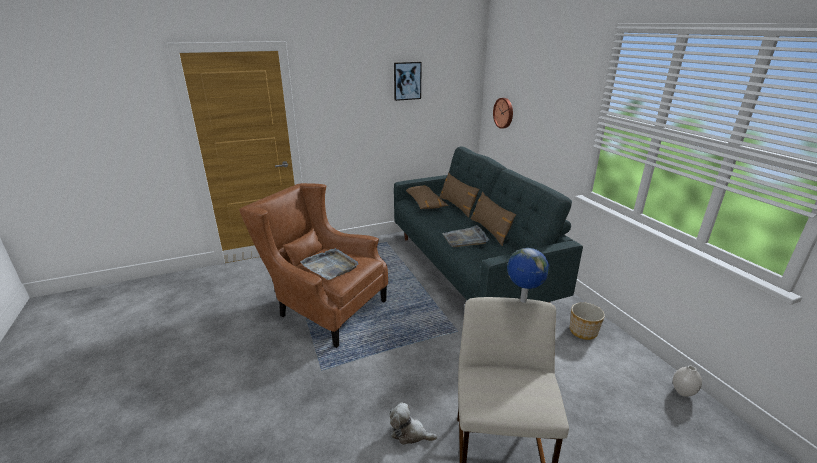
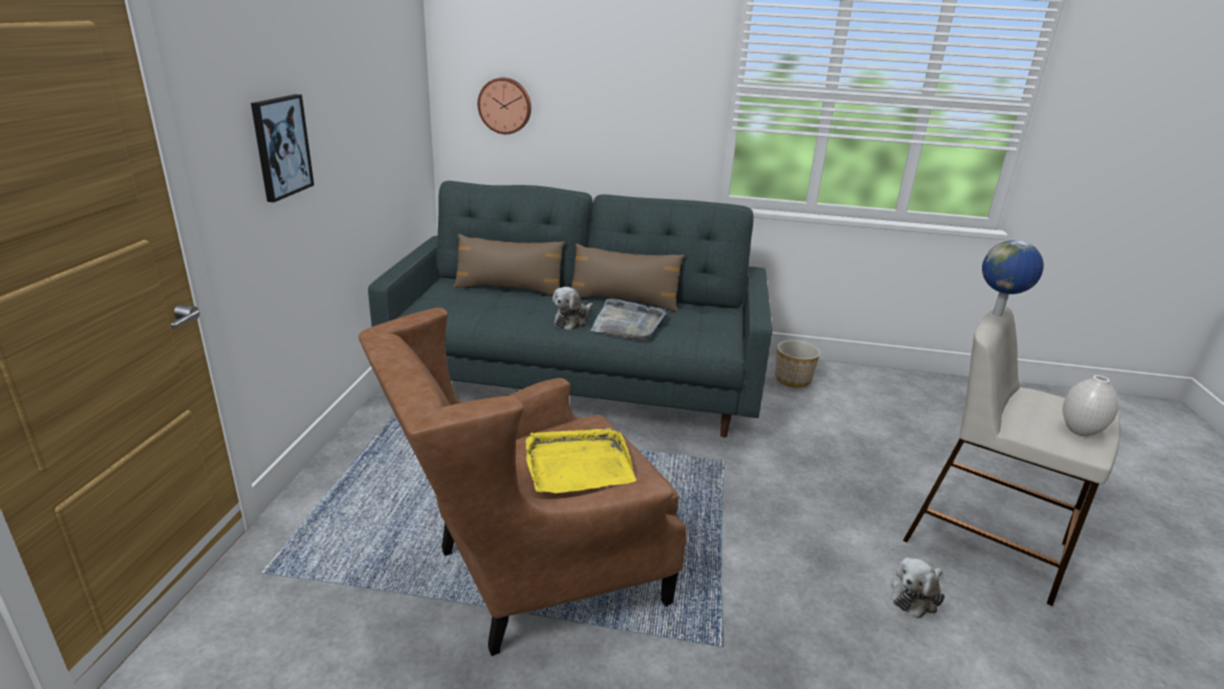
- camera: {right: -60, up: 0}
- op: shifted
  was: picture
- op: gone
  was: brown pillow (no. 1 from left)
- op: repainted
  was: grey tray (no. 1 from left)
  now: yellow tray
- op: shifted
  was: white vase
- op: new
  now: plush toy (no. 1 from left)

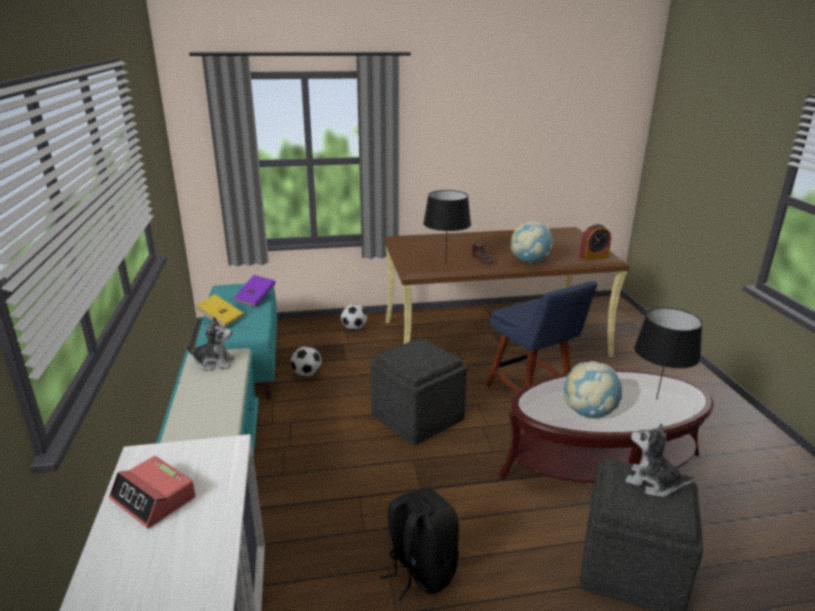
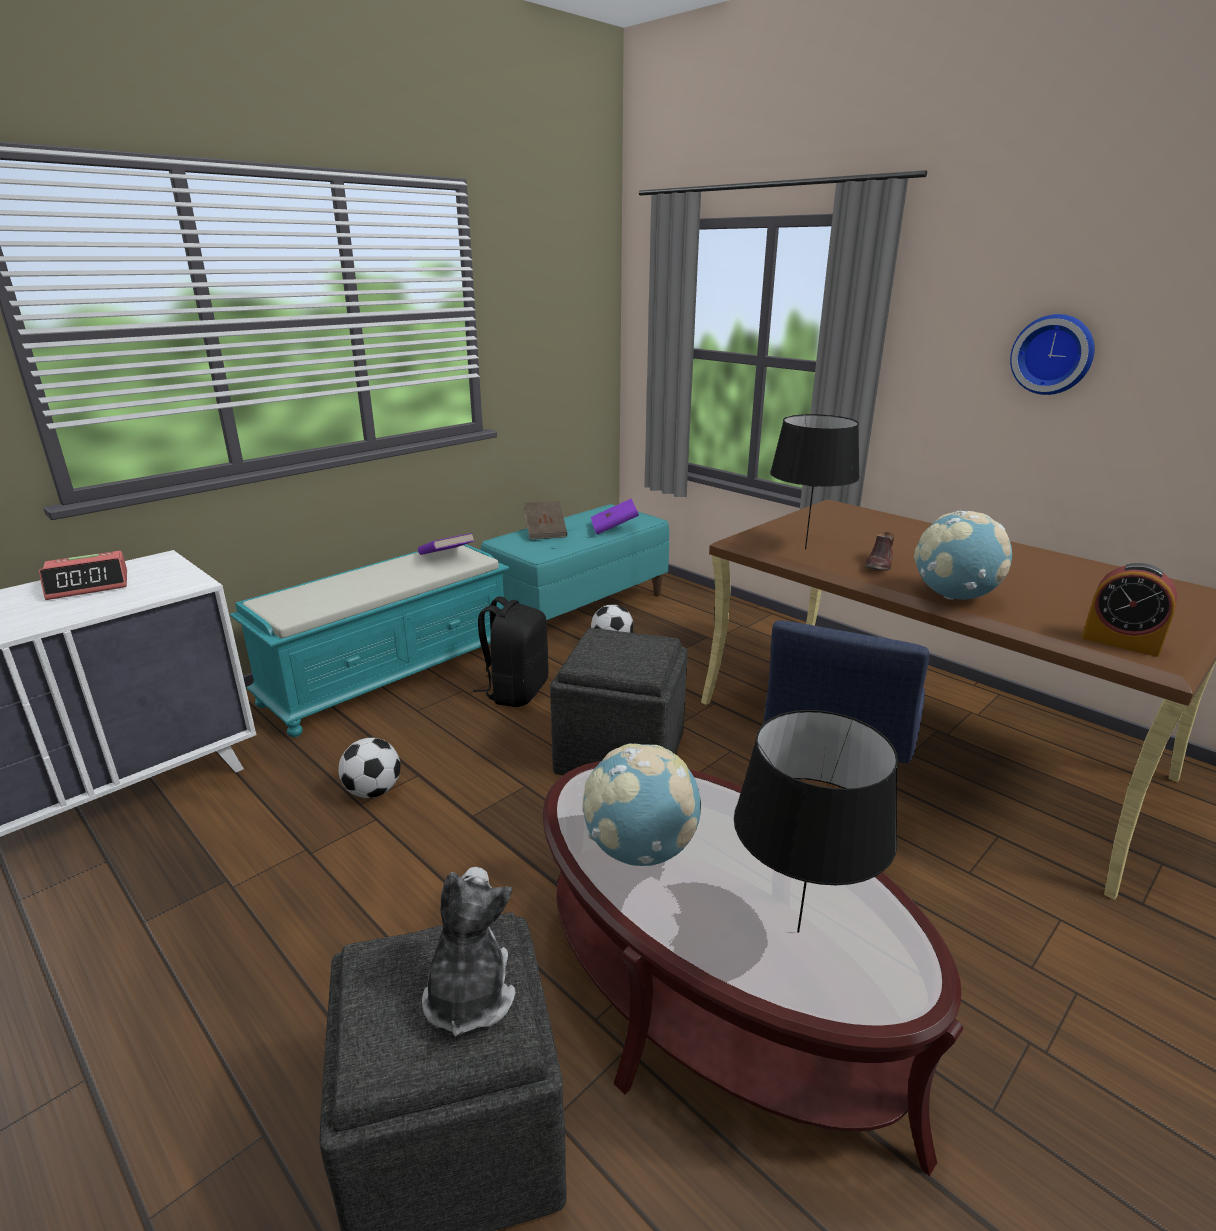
- camera: {right: 55, up: 0}
- op: repainted
  was: yellow book
  now: brown book
- op: shifted
  was: football (no. 2 from left in the first image)
  now: football (no. 1 from left)
- op: swapped
  was: plush toy (no. 1 from left)
  now: purple book (no. 1 from left)
- op: rotated
  was: alarm clock (no. 1 from left)
  clockwise: -120
- op: shifted
  was: black backpack
- op: new
  now: wall clock

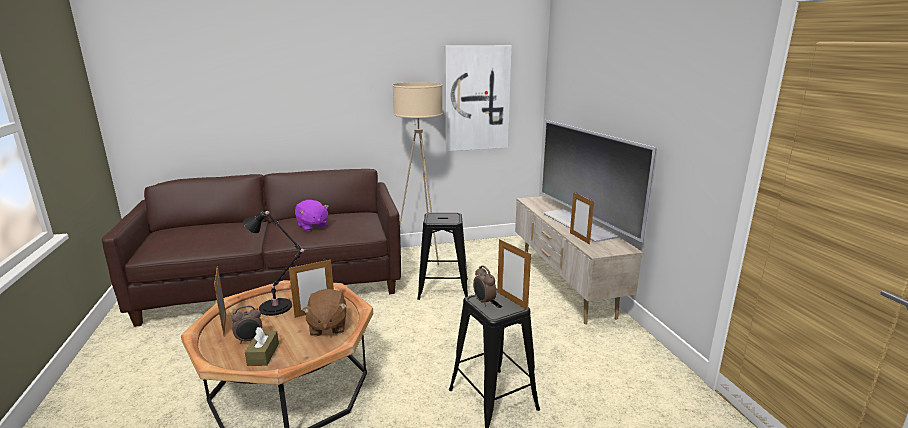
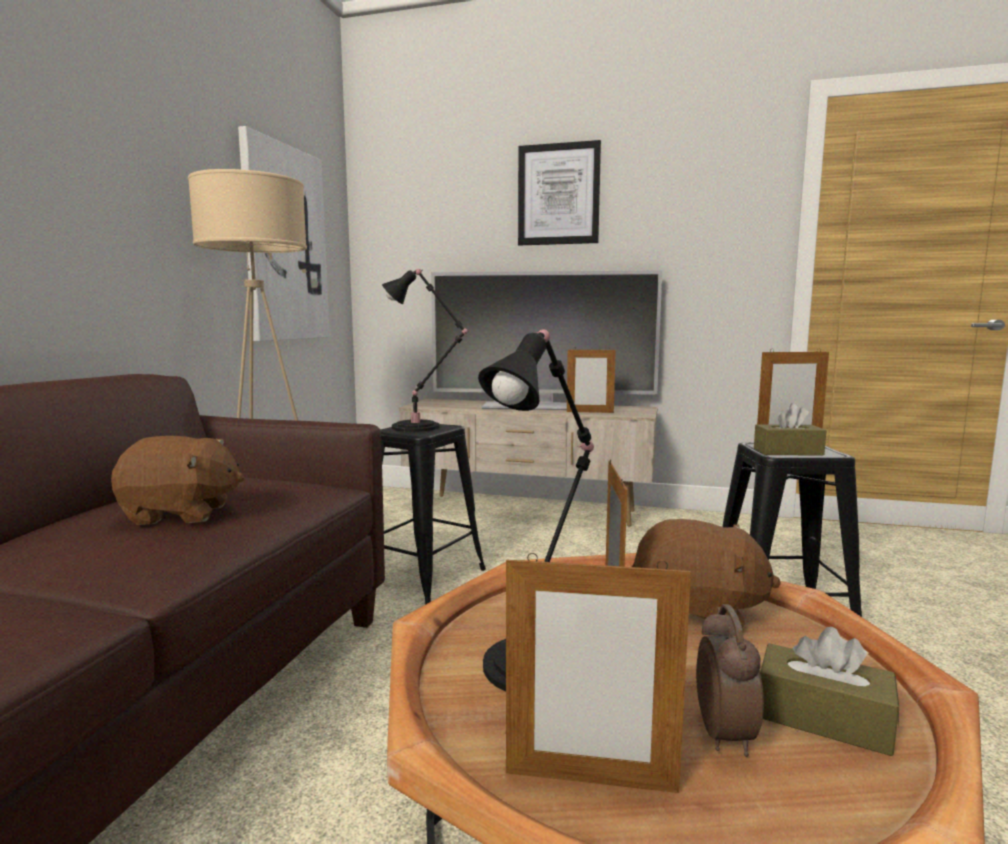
- camera: {right: -60, up: -10}
- op: repainted
  was: purple plush toy
  now: brown plush toy (no. 1 from left)
- op: swapped
  was: alarm clock (no. 2 from left)
  now: brown tissue box (no. 1 from left)
- op: new
  now: picture (no. 2 from left)
- op: new
  now: black table lamp (no. 1 from left)

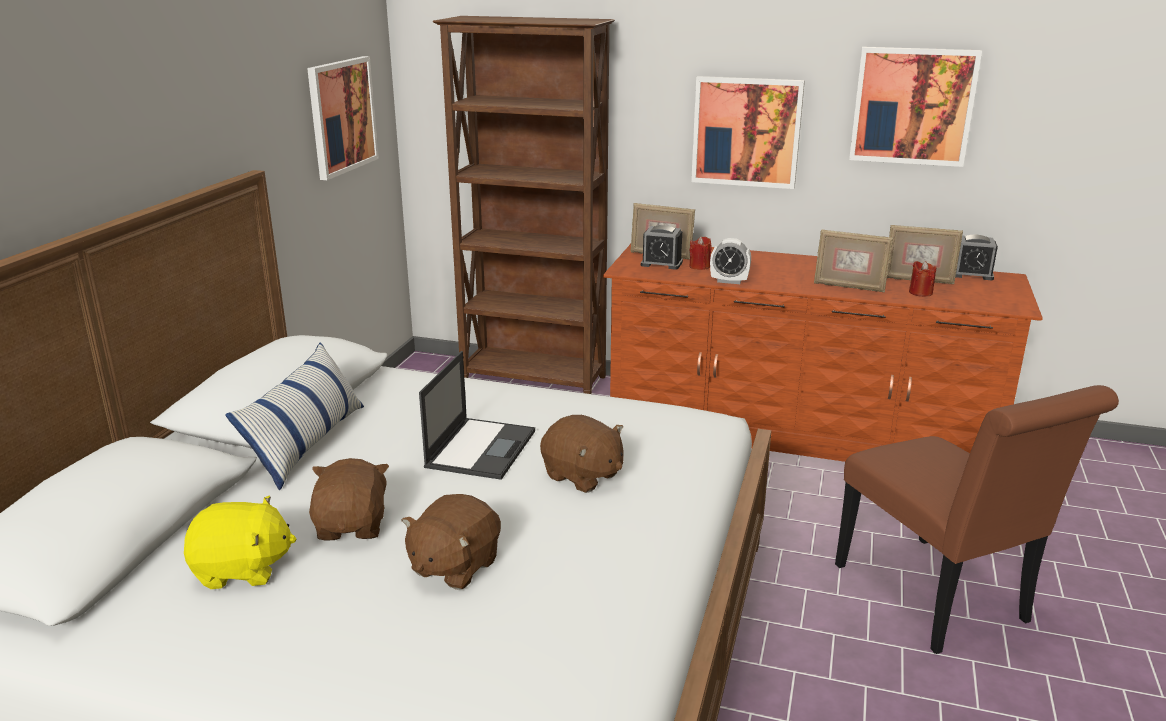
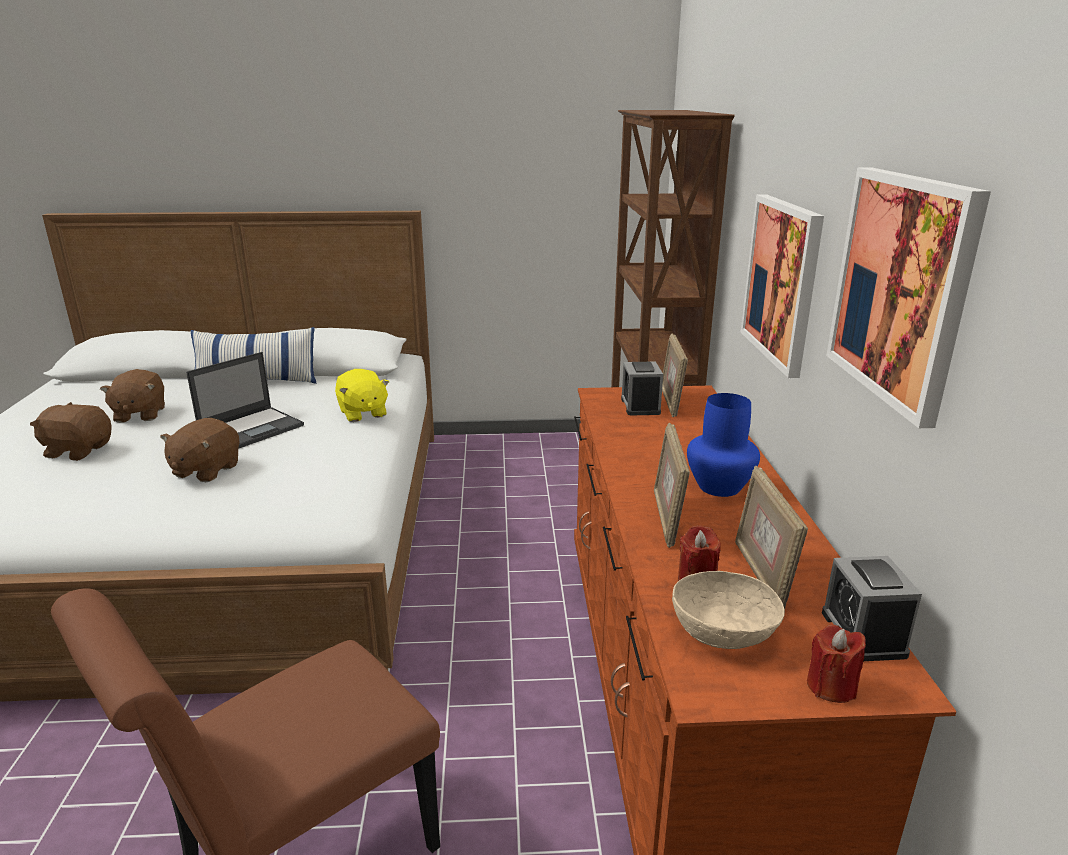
- camera: {right: 70, up: 0}
- op: gone
  was: picture (no. 1 from left)
- op: shifted
  was: red candle (no. 1 from left in the first image)
  now: red candle (no. 2 from left)
- op: gone
  was: alarm clock (no. 2 from left)
- op: rotated
  was: laptop
  clockwise: -45
- op: rotated
  was: brown plush toy (no. 1 from left in the first image)
  clockwise: 105
- op: shifted
  was: yellow plush toy
- op: new
  now: blue vase
- op: new
  now: beige bowl

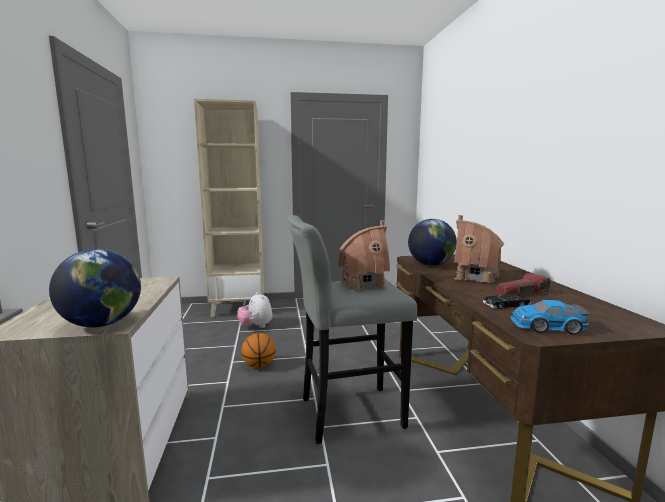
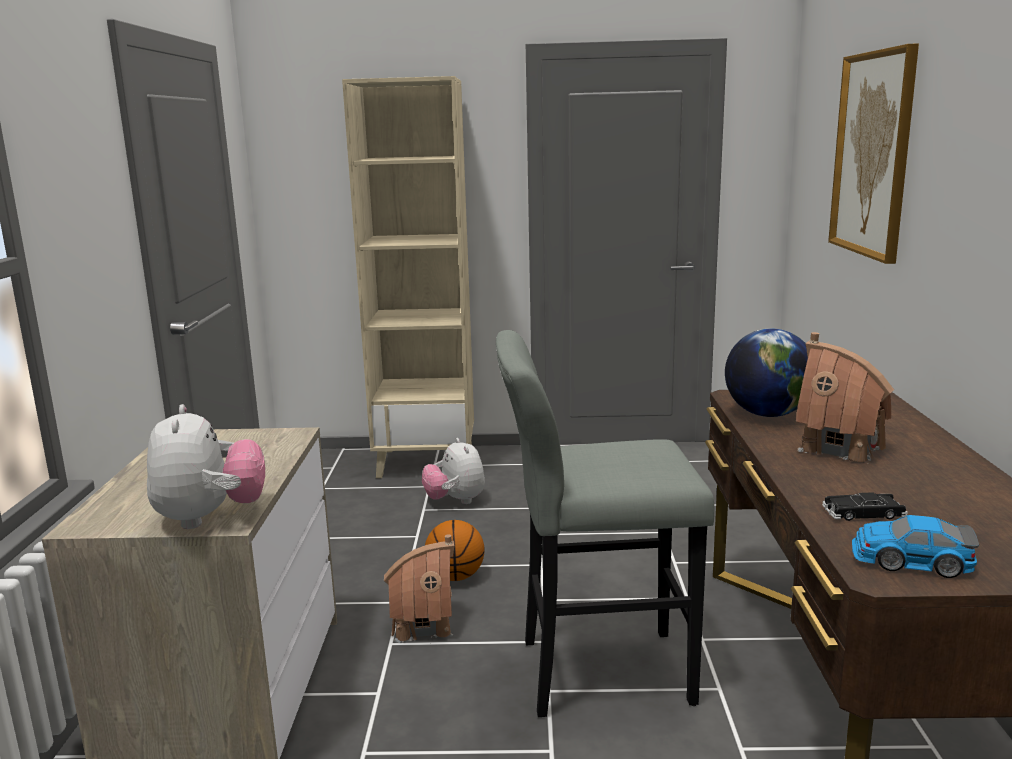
- camera: {right: 10, up: 5}
- op: shifted
  was: toy house (no. 1 from left)
- op: swapped
  was: globe (no. 1 from left)
  now: plush toy (no. 1 from left)
- op: gone
  was: flashlight
- op: new
  now: picture

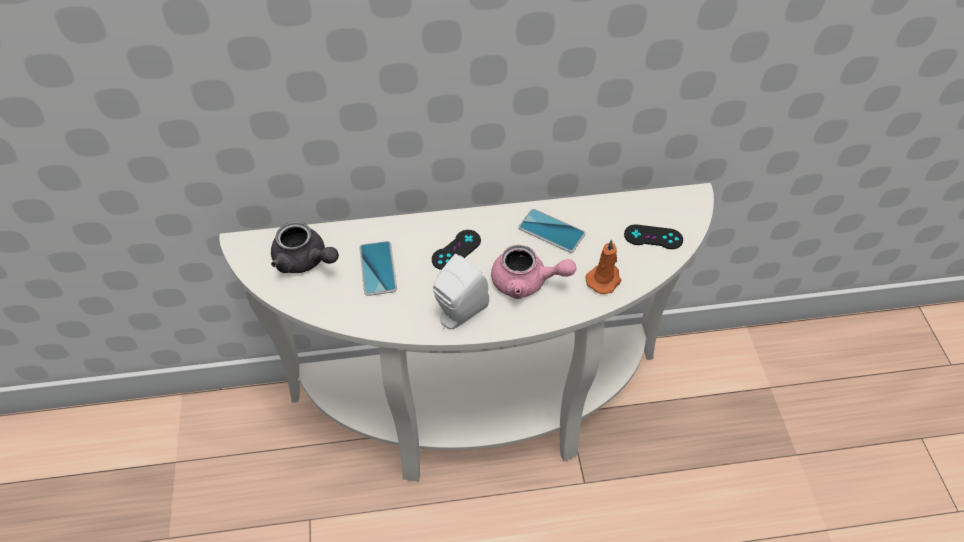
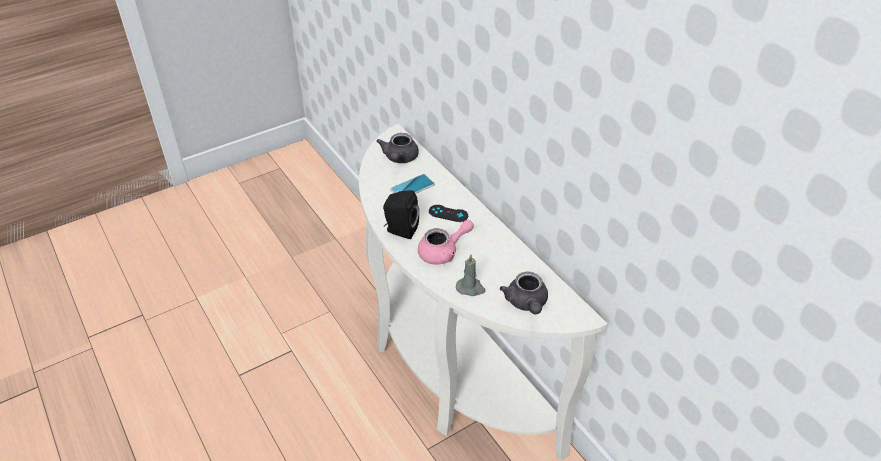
- camera: {right: 65, up: -10}
- op: gone
  was: phone (no. 2 from left)
- op: swapped
  was: black game controller (no. 2 from left)
  now: grey teapot (no. 2 from left)
- op: repainted
  was: orange candle
  now: grey candle
- op: rotated
  was: pink teapot
  clockwise: -105
- op: repainted
  was: white speaker
  now: black speaker

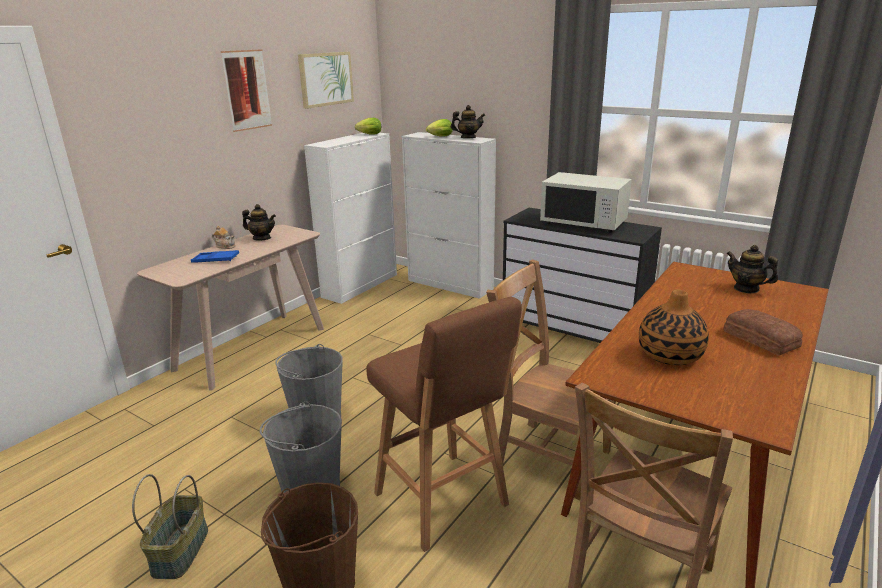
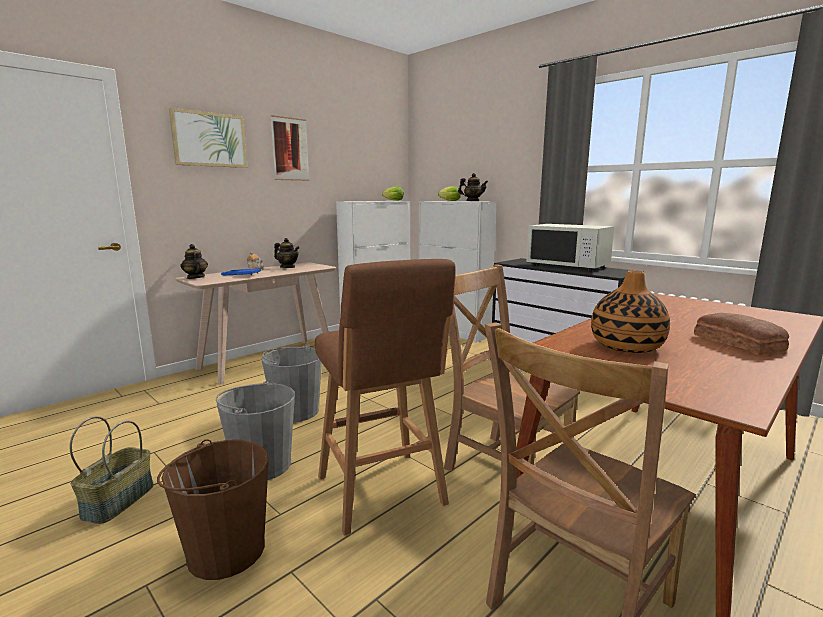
- camera: {right: 10, up: -10}
- op: shifted
  was: picture (no. 2 from left in the first image)
  now: picture (no. 1 from left)
- op: shifted
  was: teapot (no. 4 from left in the first image)
  now: teapot (no. 1 from left)

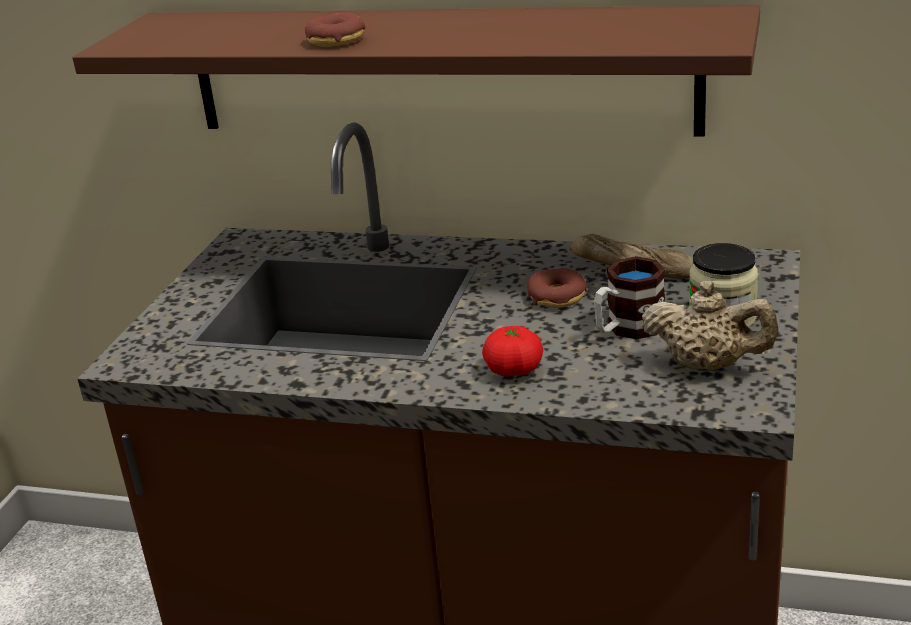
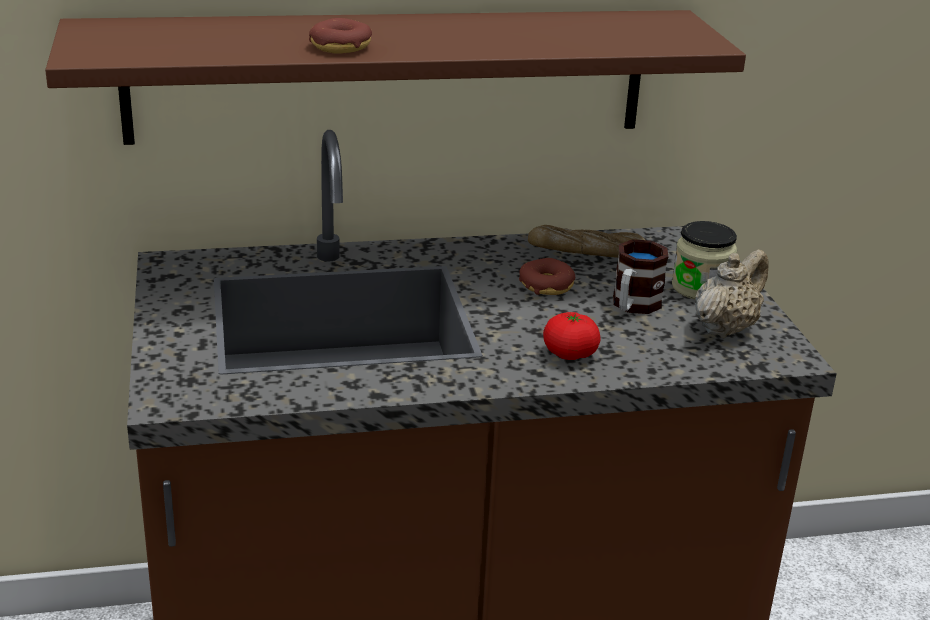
- camera: {right: -30, up: 0}
- op: rotated
  was: beige teapot
  clockwise: -45

